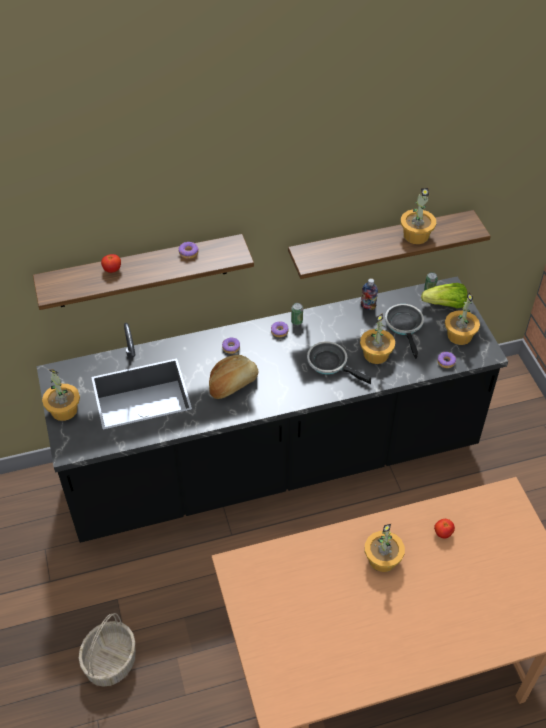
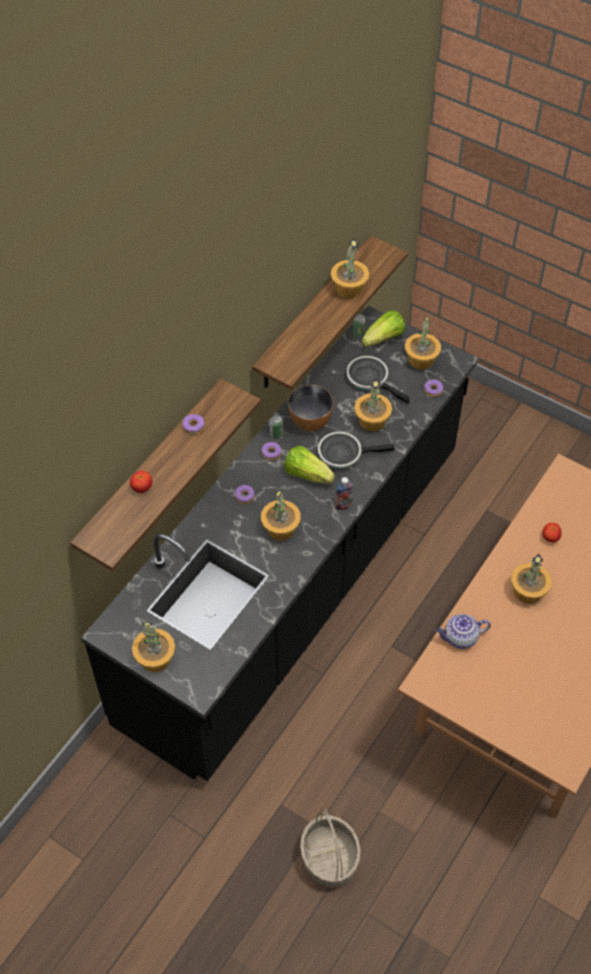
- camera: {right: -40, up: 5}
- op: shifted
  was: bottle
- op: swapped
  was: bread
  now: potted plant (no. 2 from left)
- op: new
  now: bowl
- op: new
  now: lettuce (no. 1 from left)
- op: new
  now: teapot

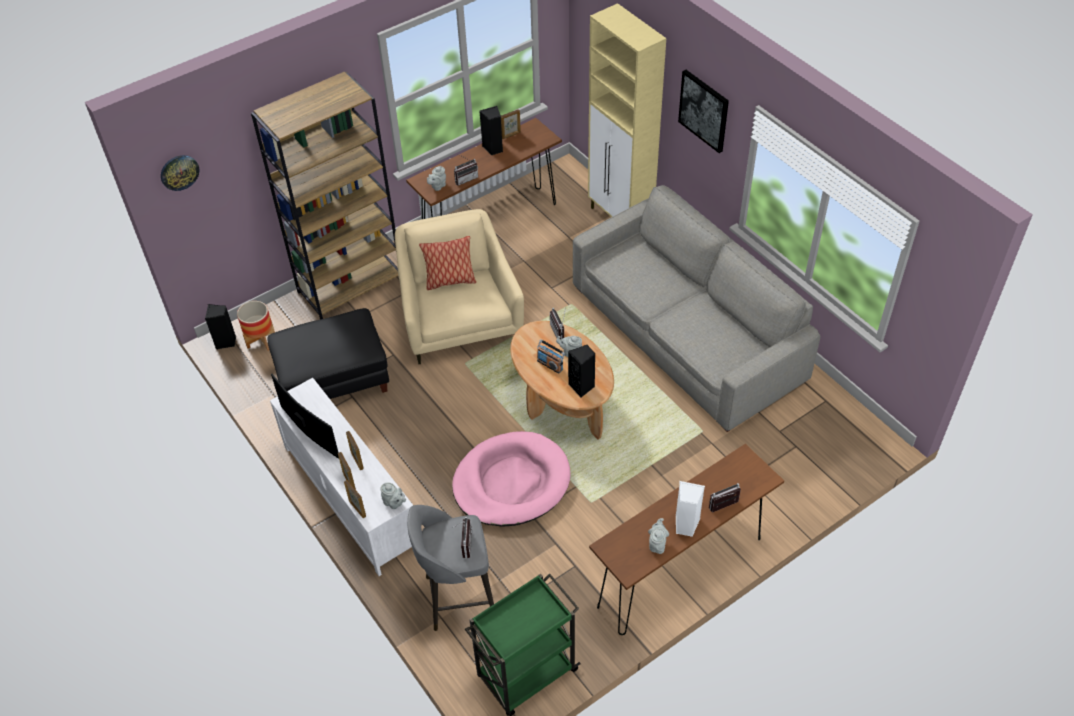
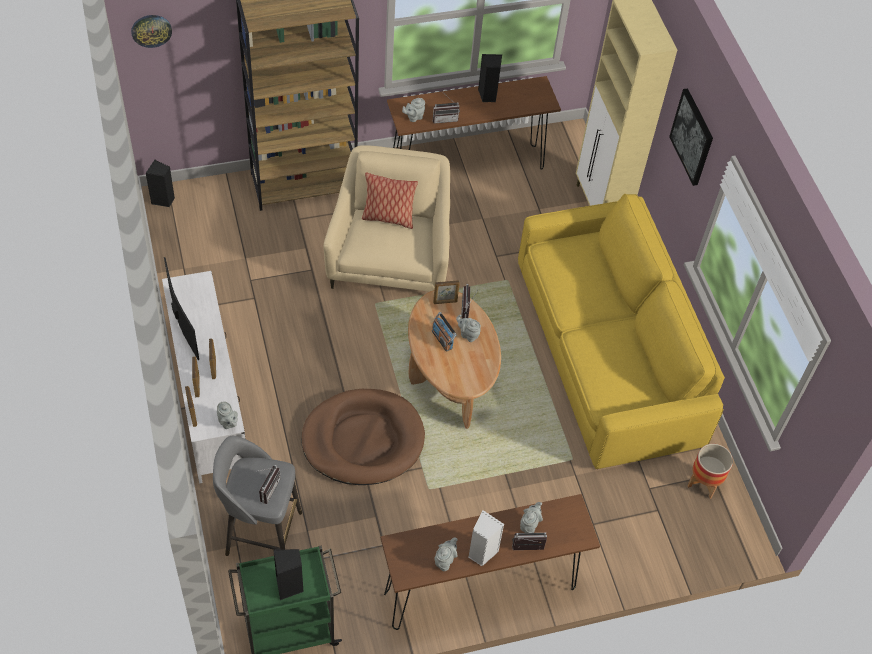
- camera: {right: 15, up: 5}
- op: shifted
  was: picture frame (no. 4 from left)
- op: repainted
  was: grey sofa
  now: yellow sofa
- op: shifted
  was: planter
- op: gone
  was: black ottoman
- op: shifted
  was: black speaker (no. 3 from left in the first image)
  now: black speaker (no. 2 from left)
- op: repainted
  was: pink dog bed
  now: brown dog bed
- op: new
  now: grey teapot (no. 5 from left)

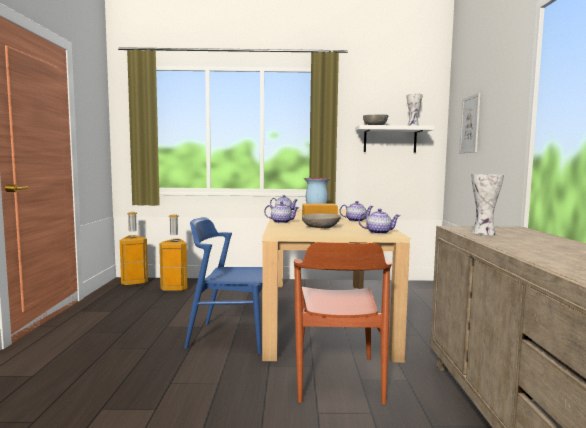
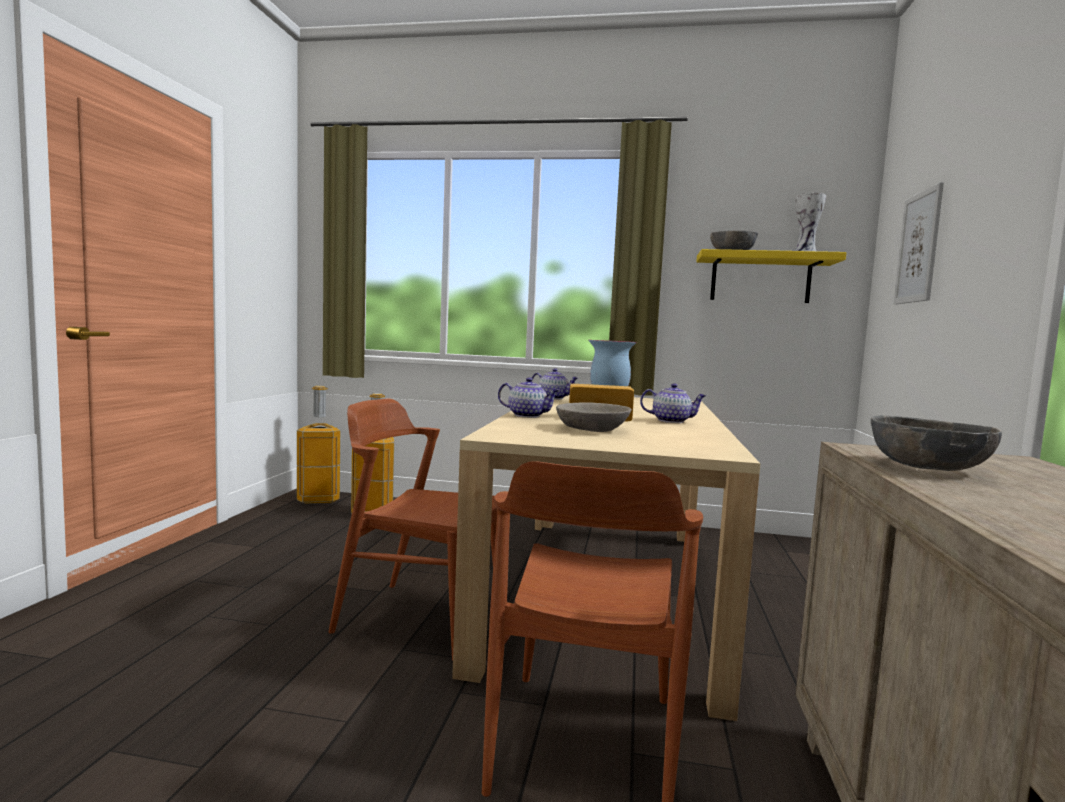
- camera: {right: 10, up: 0}
- op: repainted
  was: white shelf
  now: yellow shelf
- op: swapped
  was: vase (no. 3 from left)
  now: grey bowl (no. 3 from left)
- op: gone
  was: teapot (no. 4 from left)
- op: repainted
  was: blue chair
  now: brown chair (no. 1 from left)

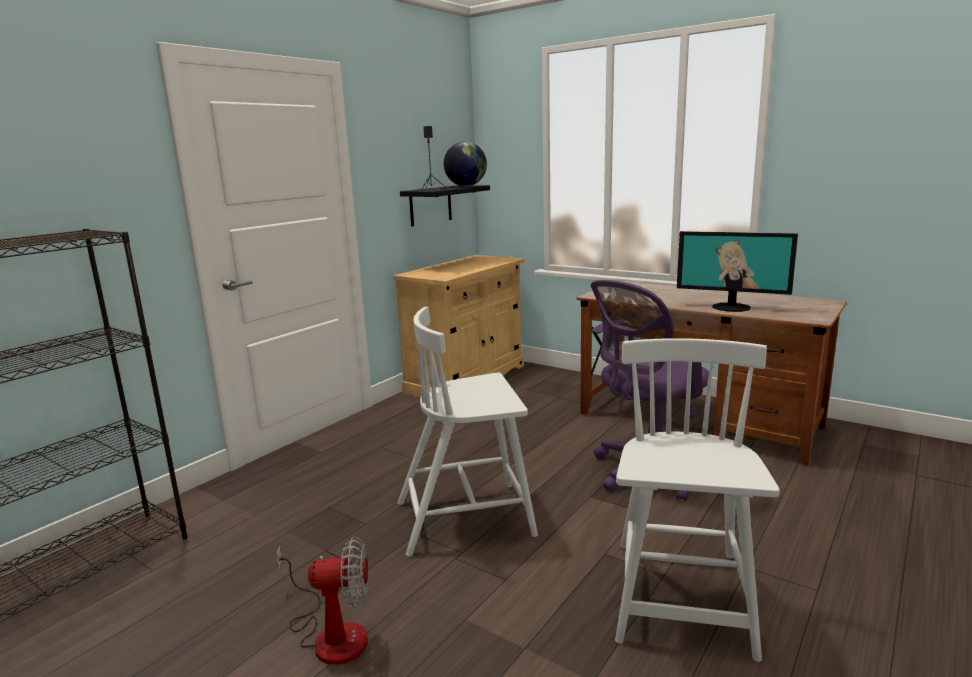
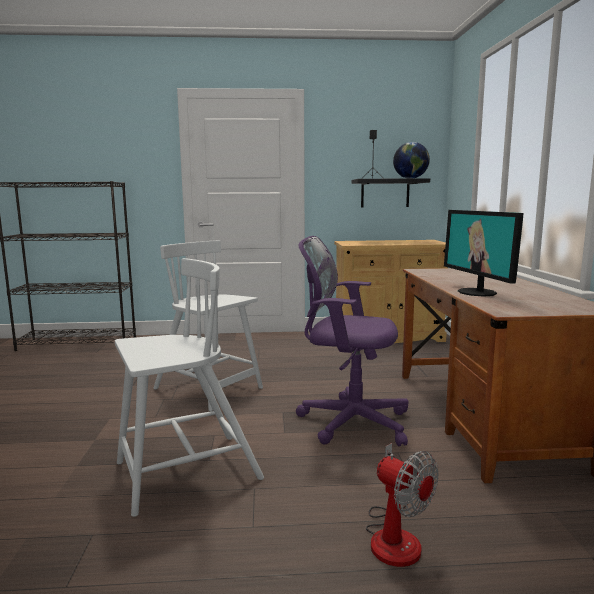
- camera: {right: 50, up: -5}
- op: shifted
  was: fan

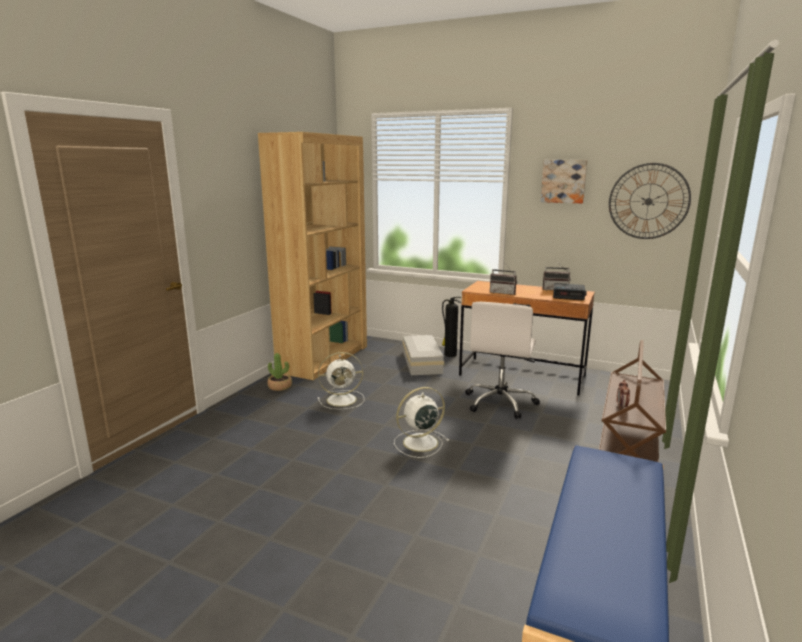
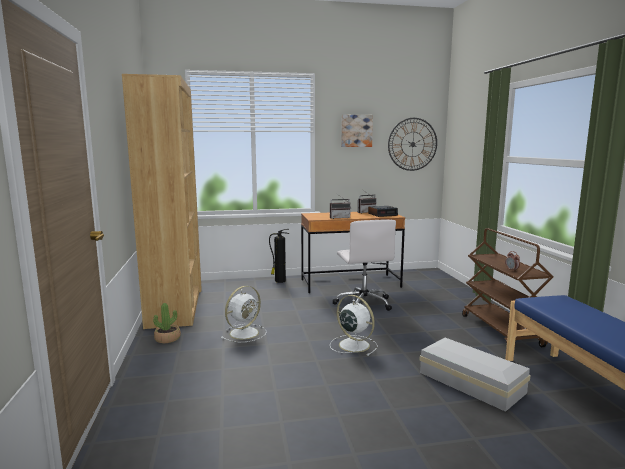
- camera: {right: -35, up: -5}
- op: shifted
  was: white storage box
- op: rotated
  was: white fan (no. 2 from left)
  clockwise: 105

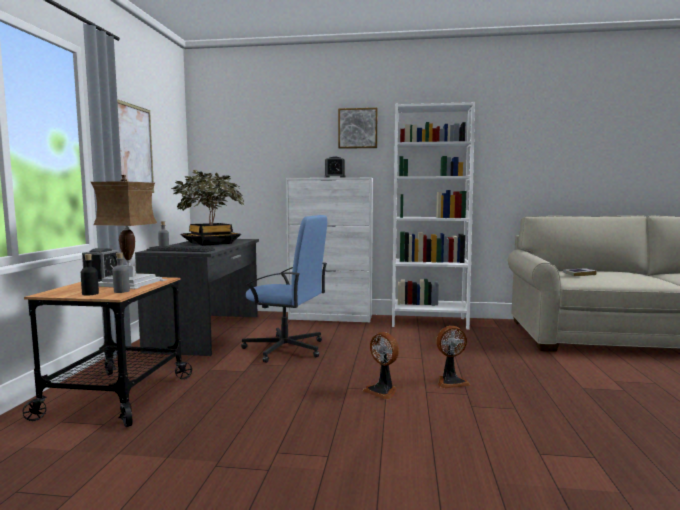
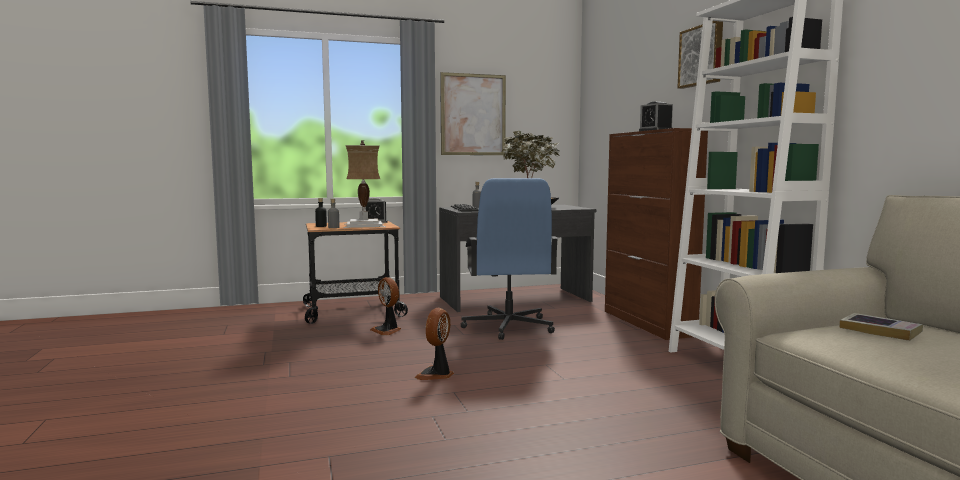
- camera: {right: 65, up: 0}
- op: repainted
  was: white cabinet
  now: brown cabinet
- op: shifted
  was: fan (no. 2 from left in the first image)
  now: fan (no. 1 from left)

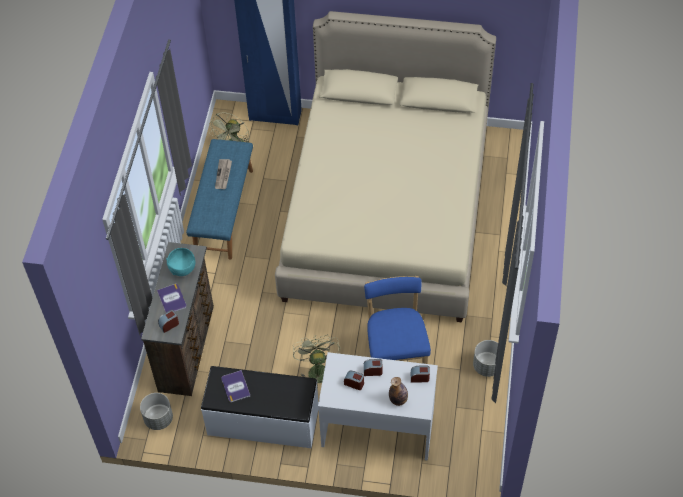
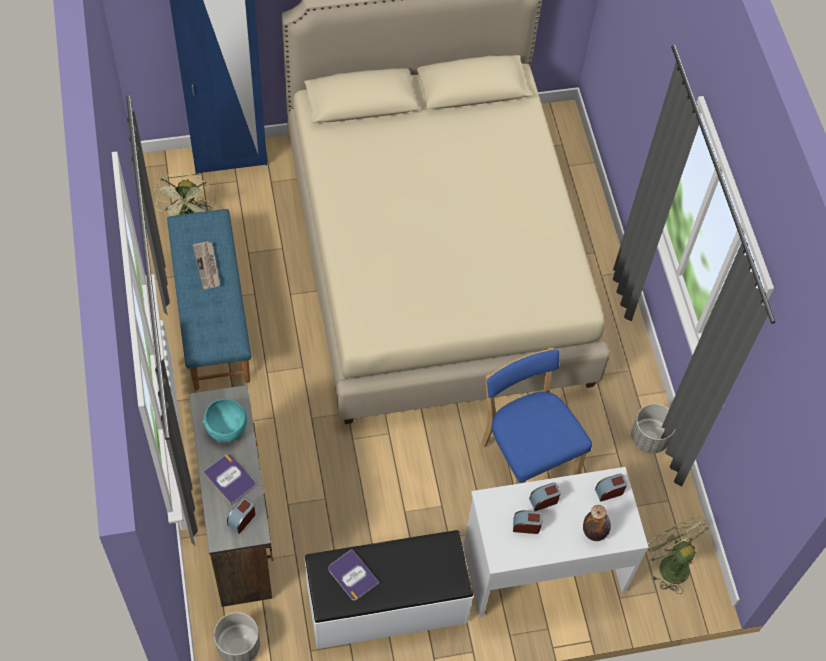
- camera: {right: -25, up: 5}
- op: shifted
  was: green fan (no. 2 from left)

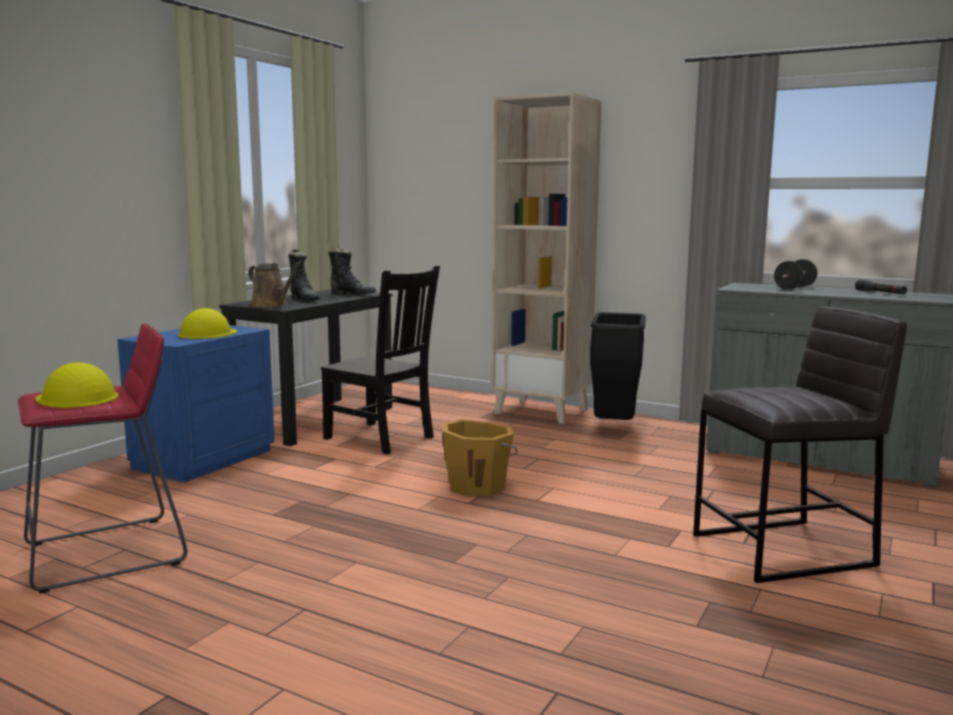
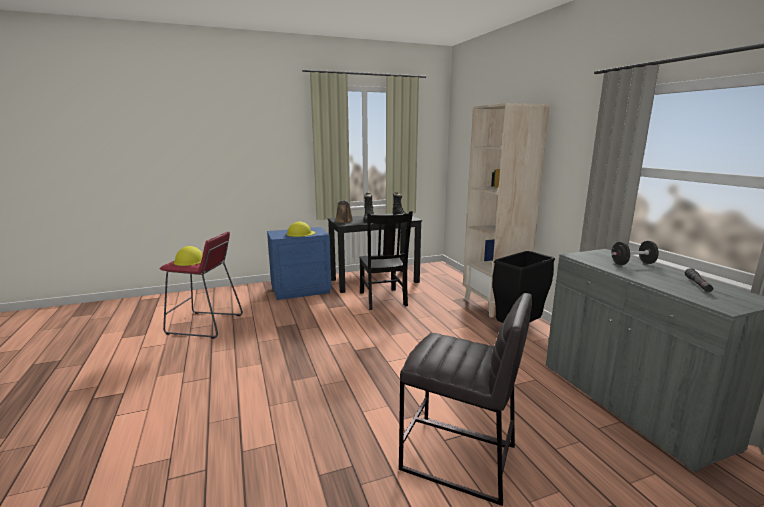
- camera: {right: 40, up: 5}
- op: gone
  was: orange bucket

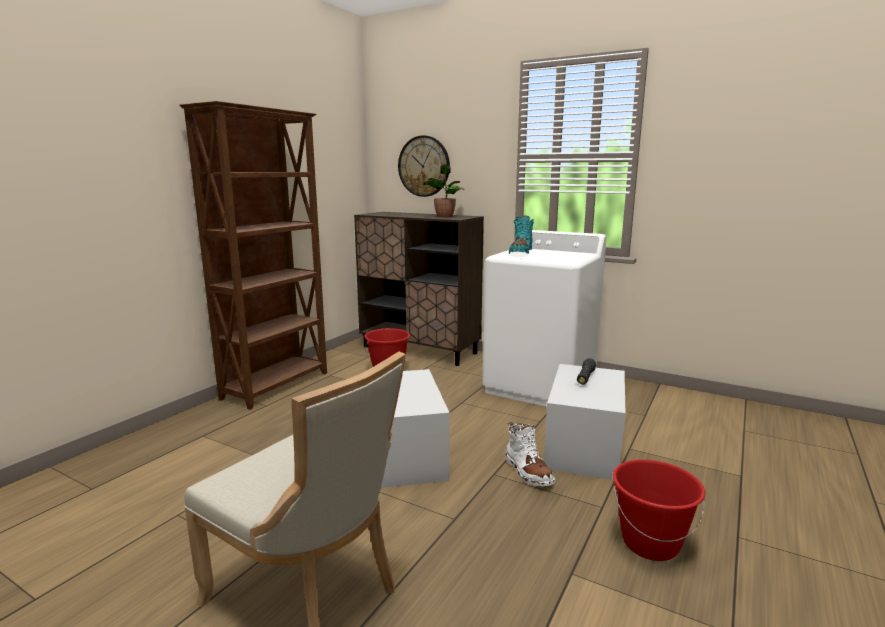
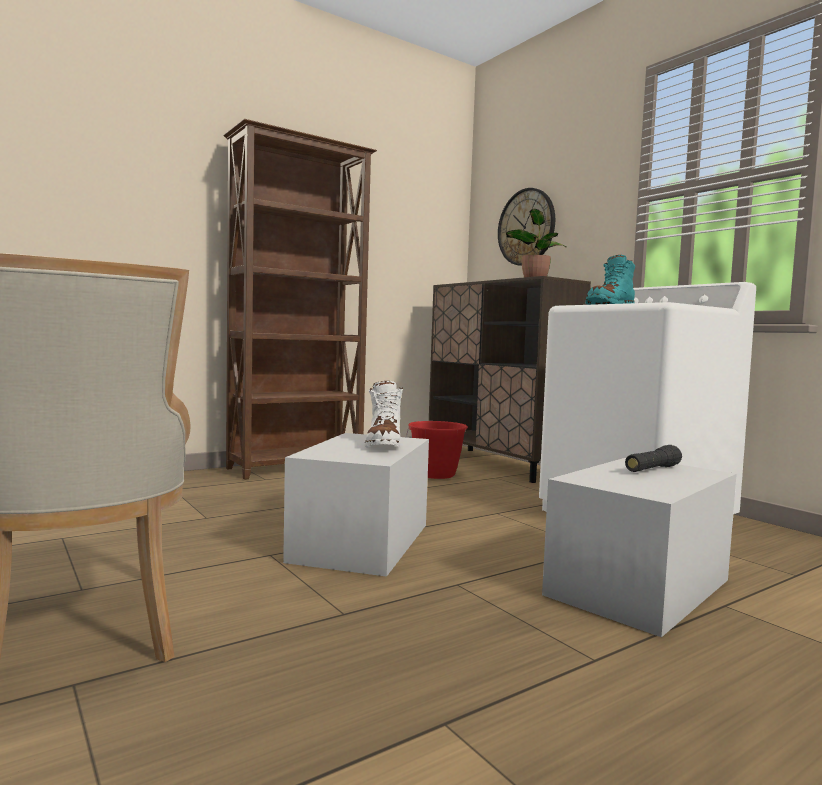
- camera: {right: 25, up: -10}
- op: shifted
  was: white boot
- op: gone
  was: red bucket (no. 2 from left)

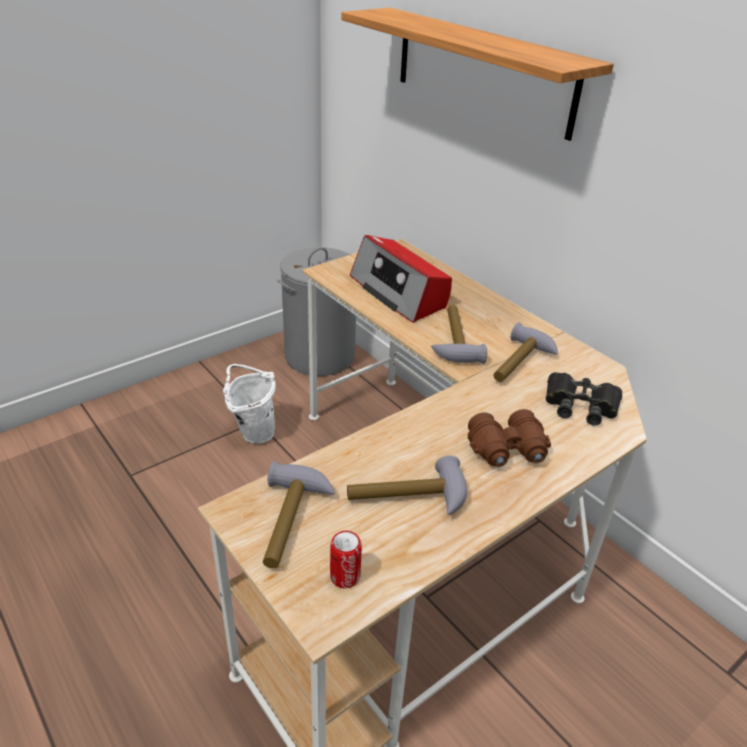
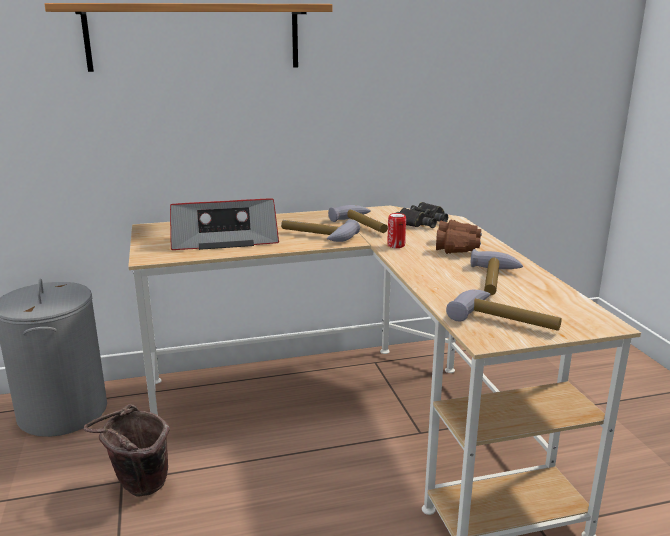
- camera: {right: -65, up: -15}
- op: repainted
  was: white bucket
  now: brown bucket
- op: shifted
  was: can

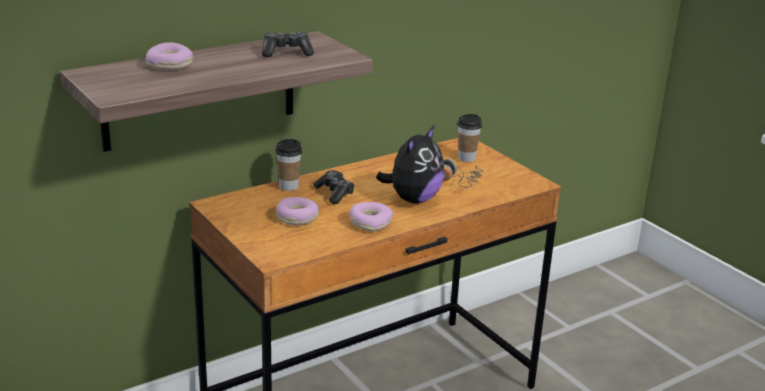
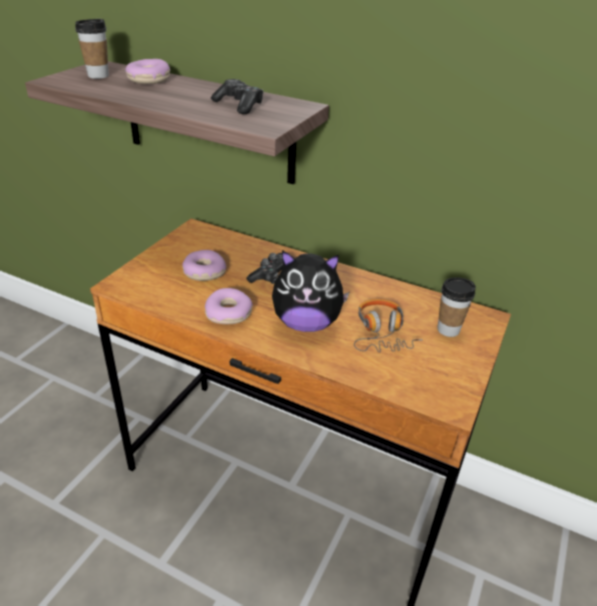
- camera: {right: 60, up: 10}
- op: shifted
  was: cup (no. 1 from left)

